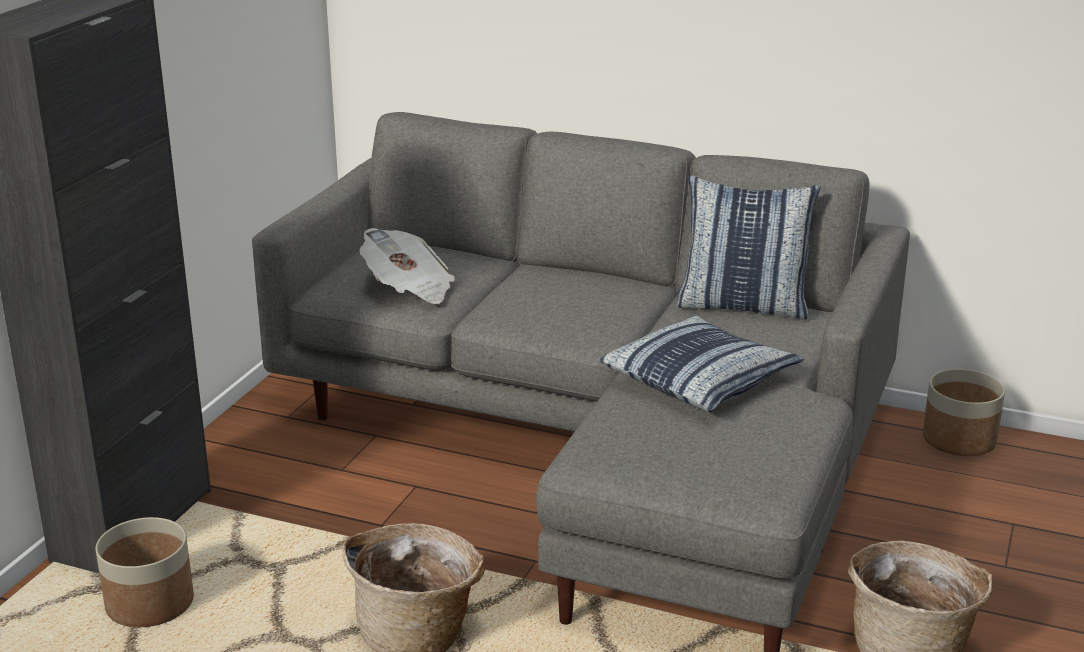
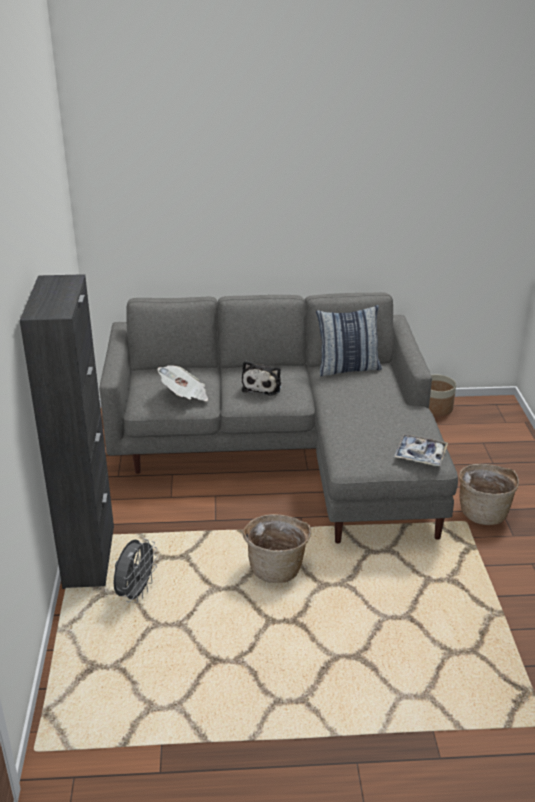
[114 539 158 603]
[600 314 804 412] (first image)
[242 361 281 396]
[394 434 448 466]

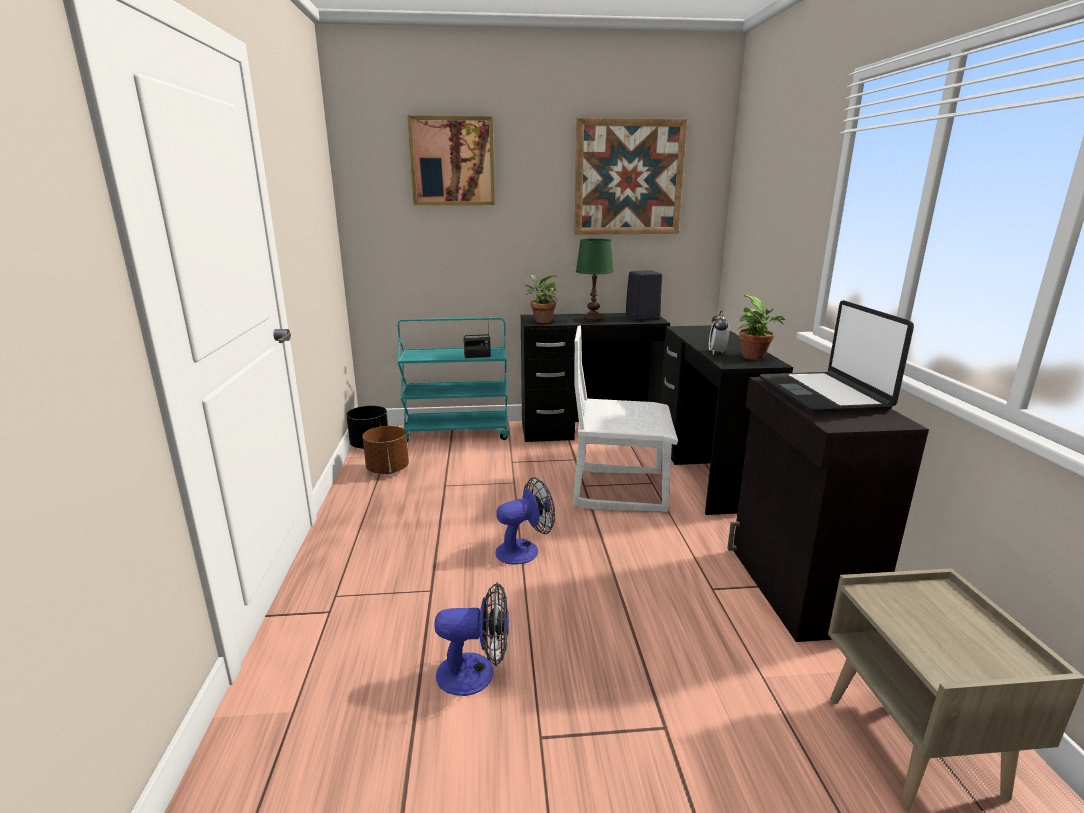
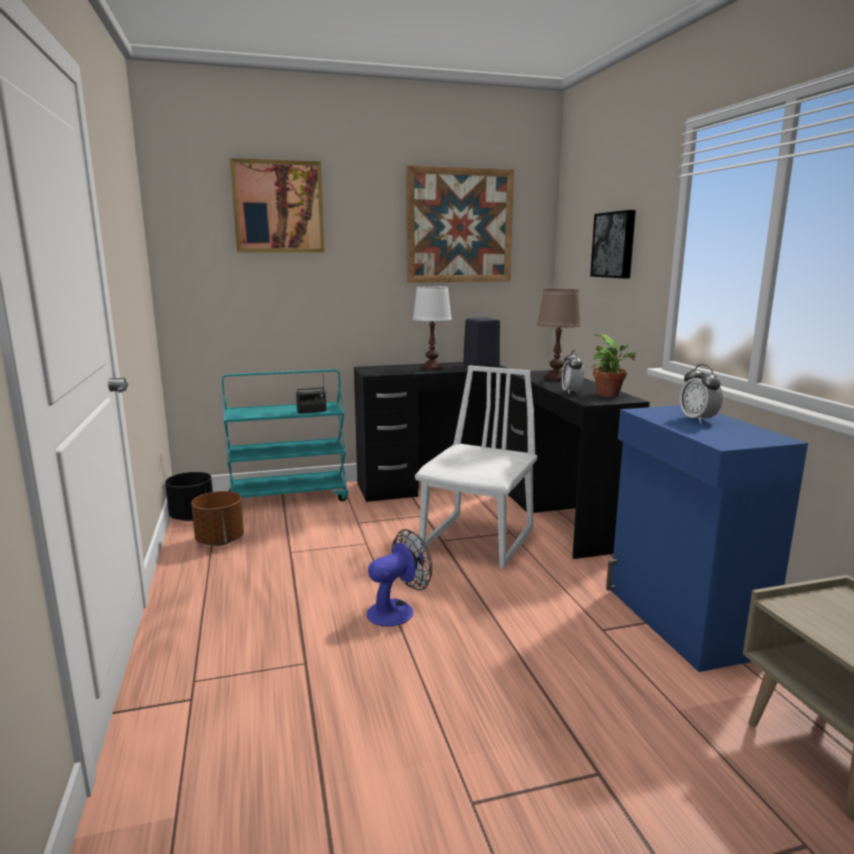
[434 582 509 696] (first image)
[525 274 559 323] (first image)
[415 365 537 569]
[413 286 452 370]
[606 405 808 672]
[680 364 723 423]
[537 289 581 381]
[590 210 636 278]

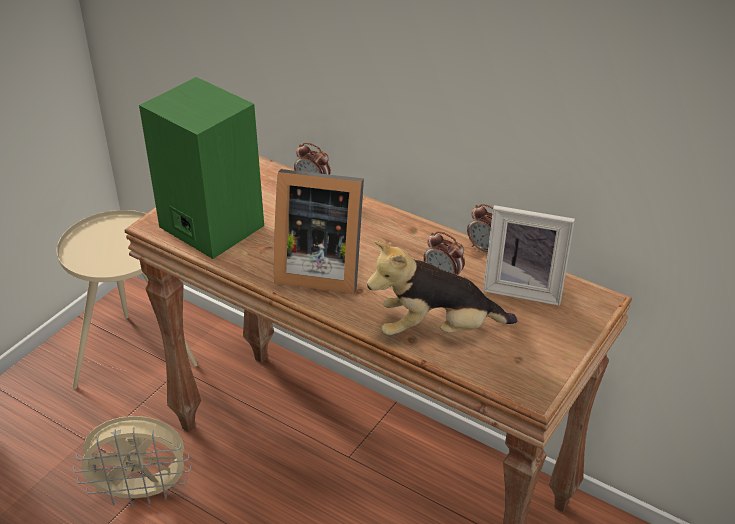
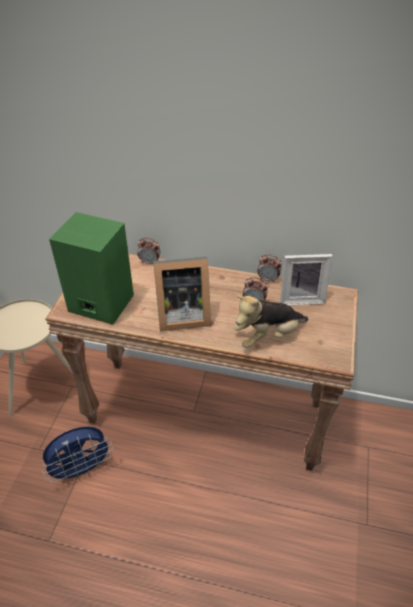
[42 427 113 484]

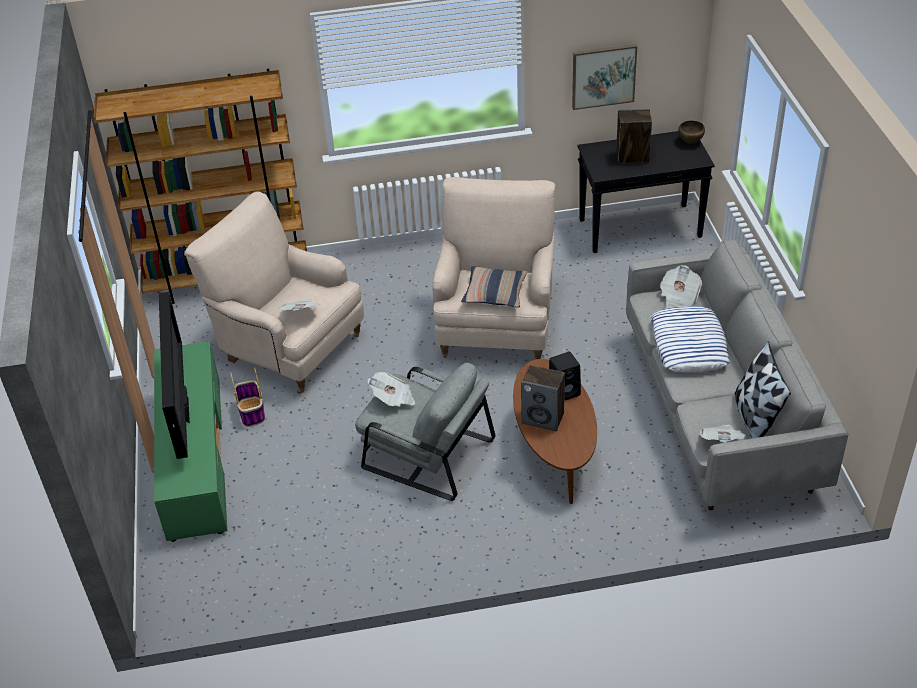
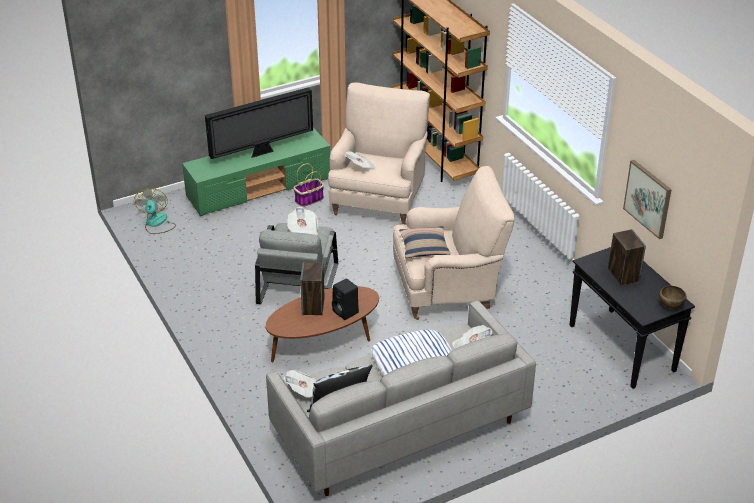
[134 188 176 234]

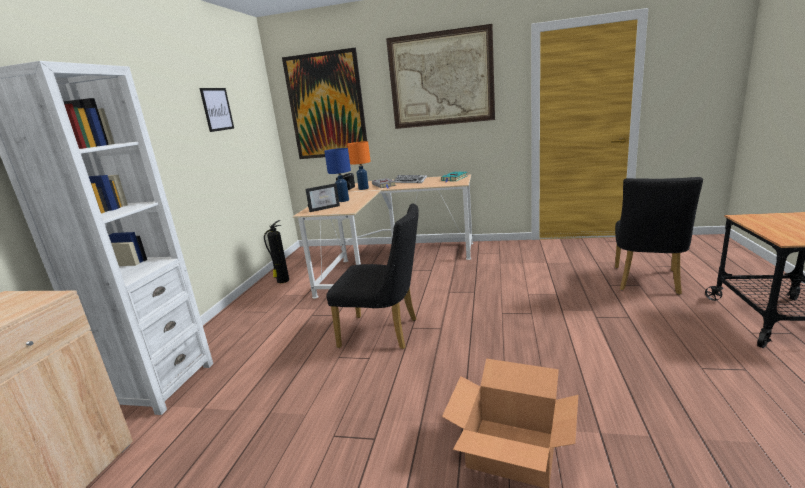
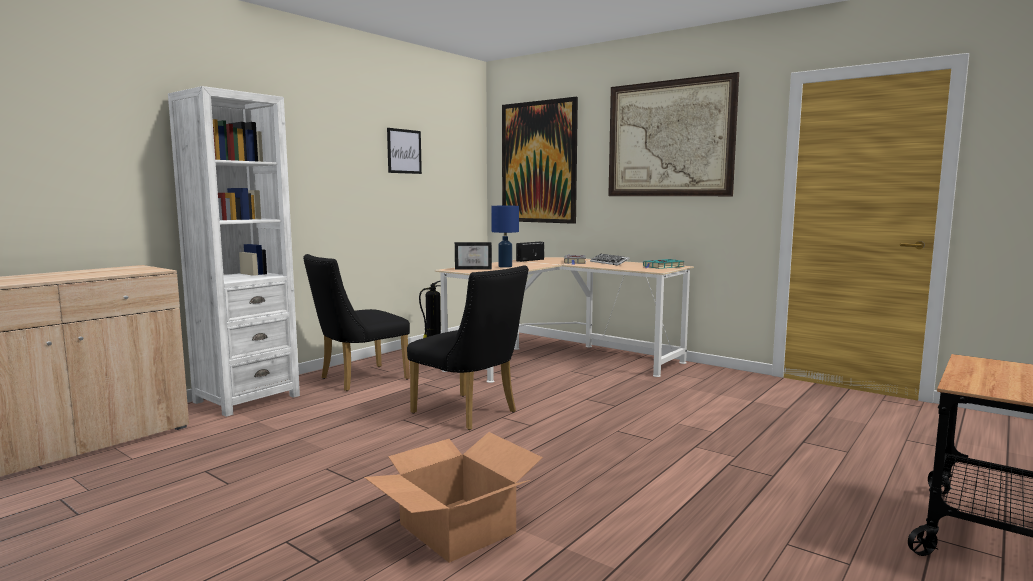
[347 141 371 190] (first image)
[303 254 410 391]

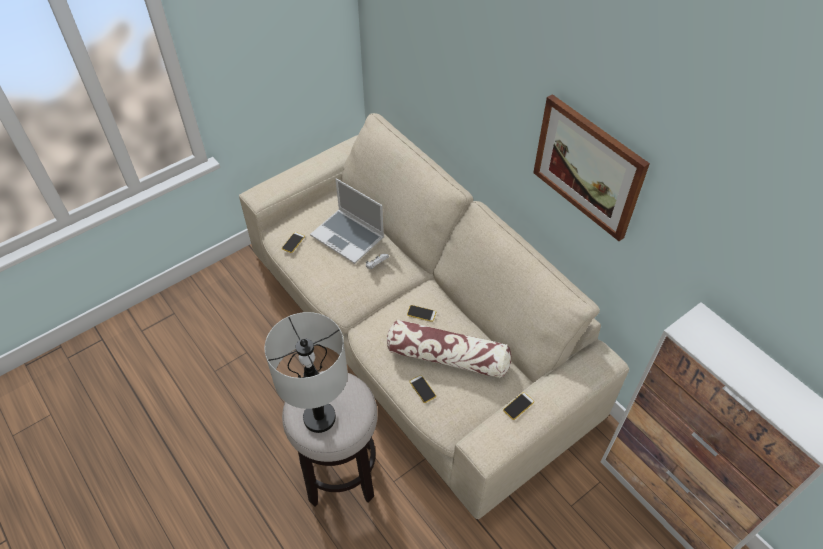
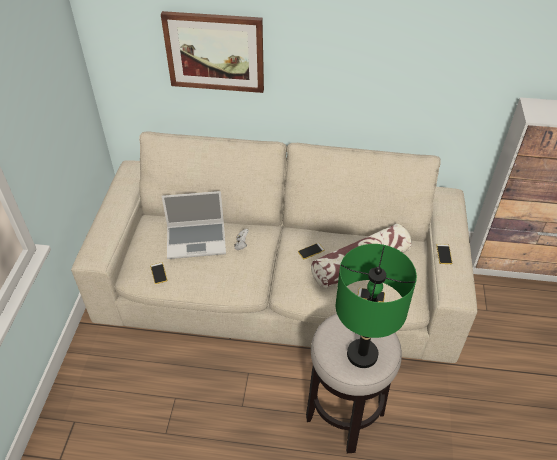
[336 244 417 368]
[161 11 264 93]

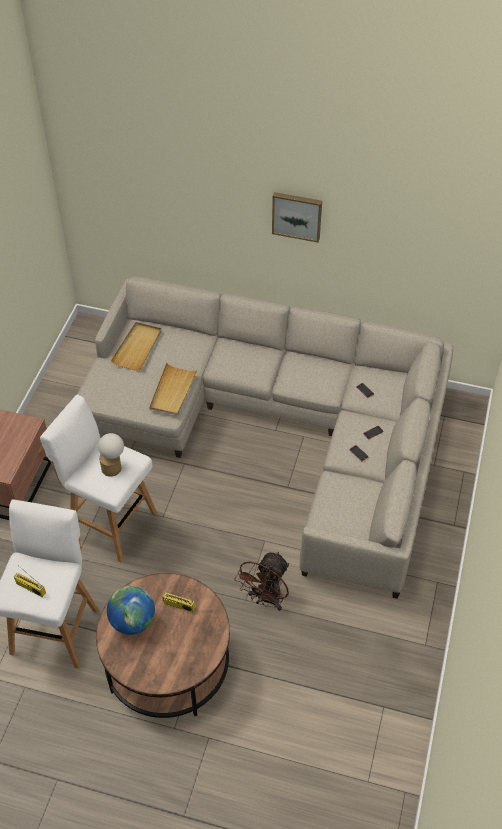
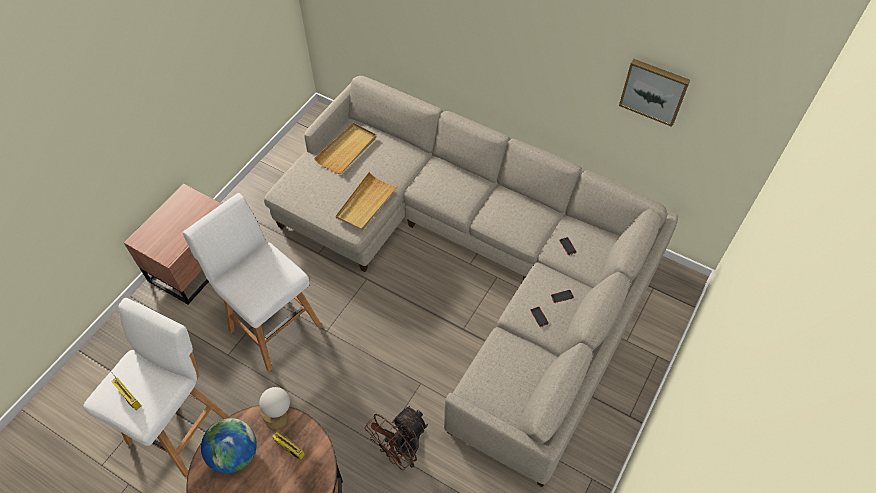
[259 387 290 431]
[619 59 690 127]

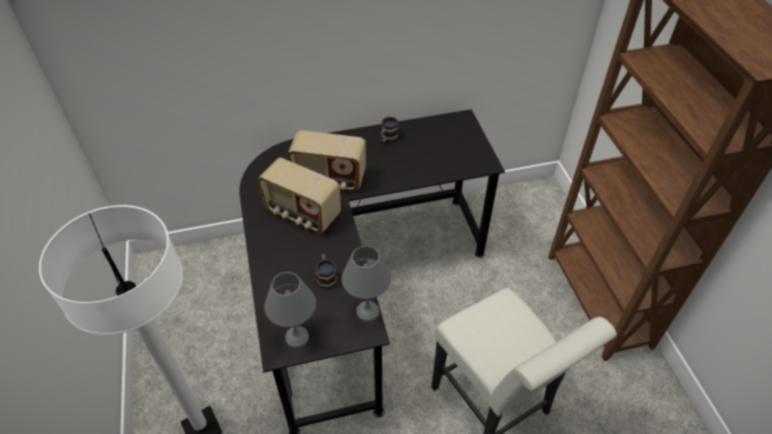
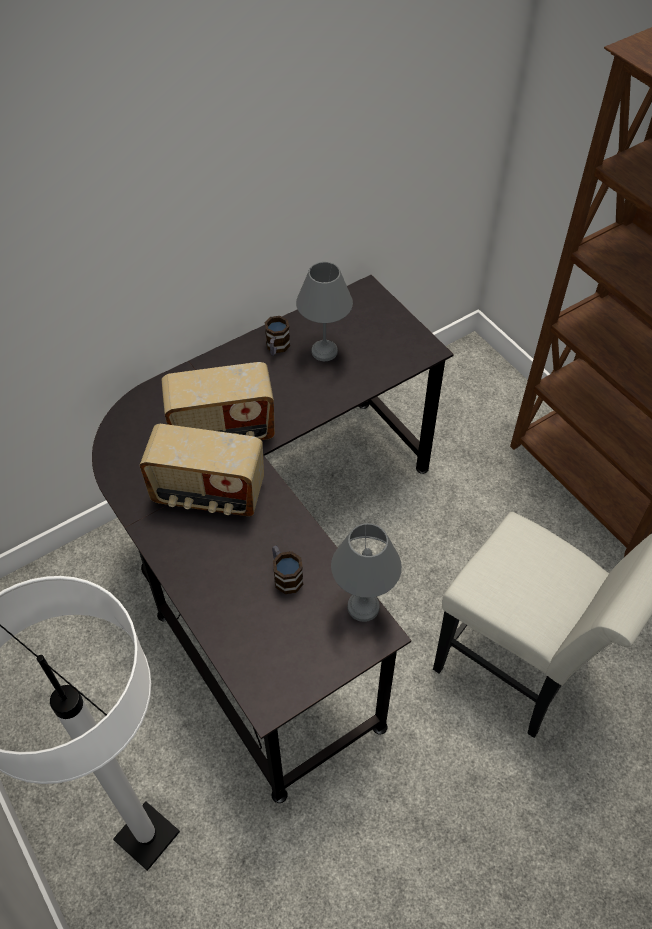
[296 262 353 361]

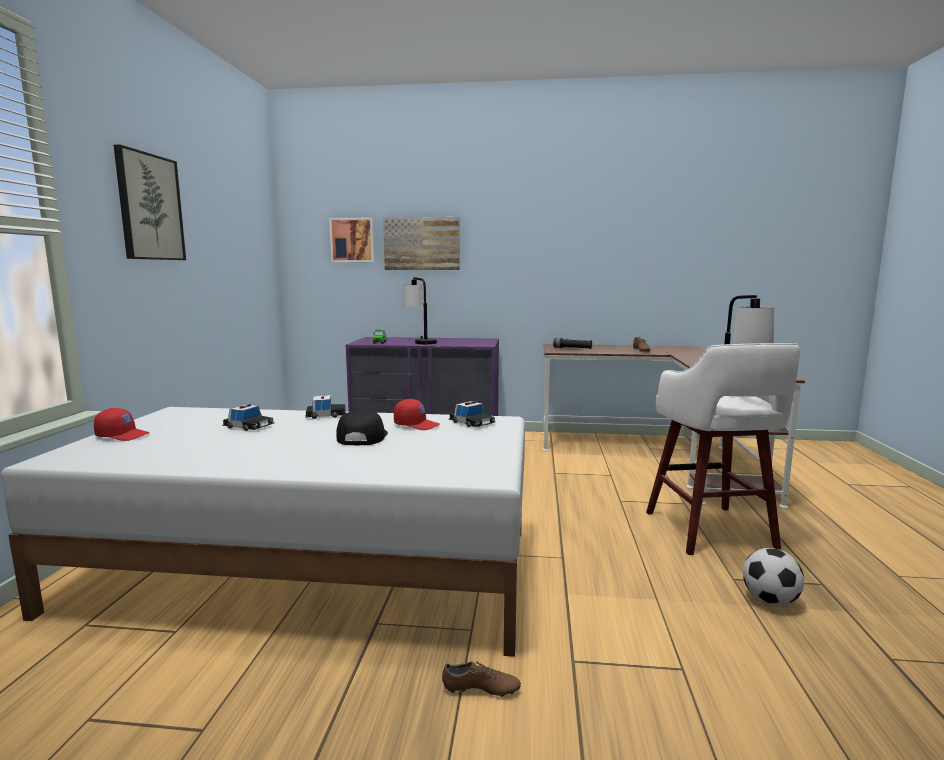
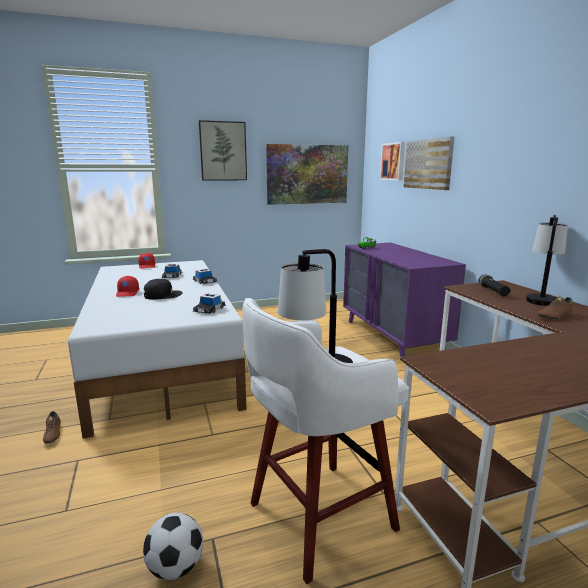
[116 276 139 297]
[526 215 568 306]
[266 144 348 205]

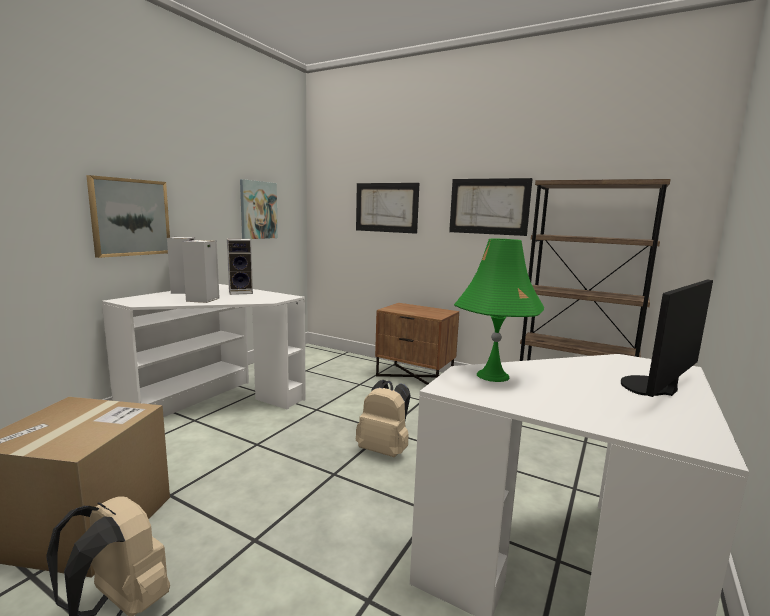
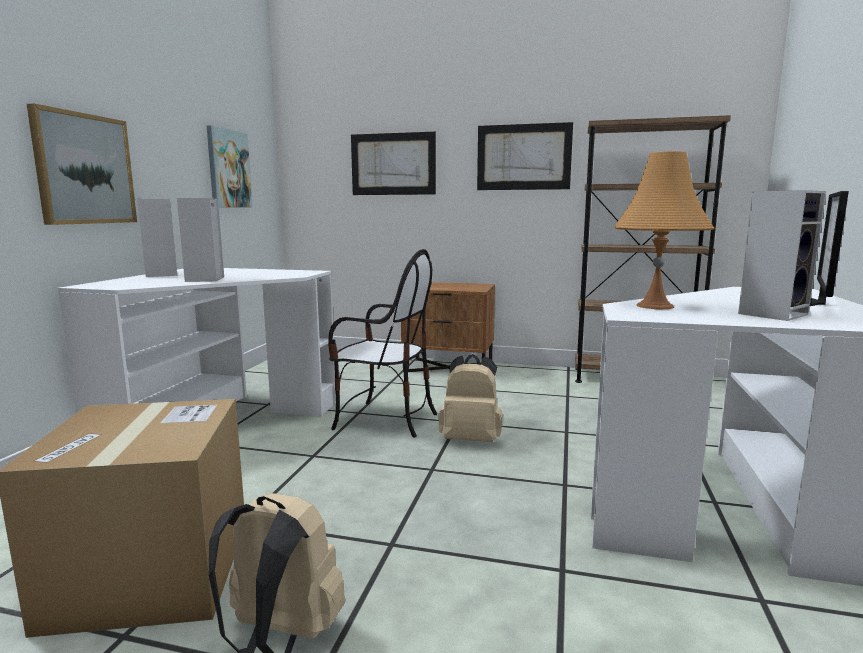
[738 190 826 321]
[615 151 714 309]
[328 249 437 438]

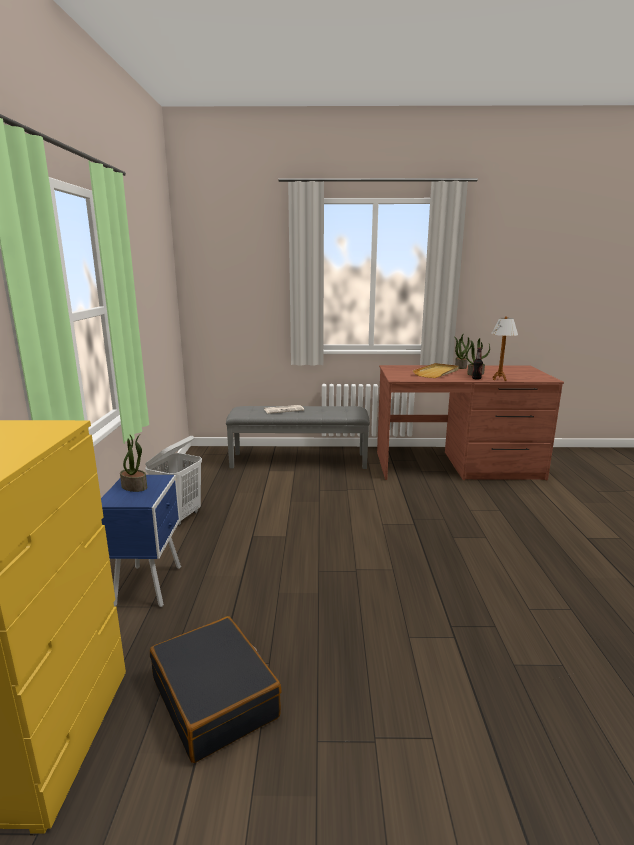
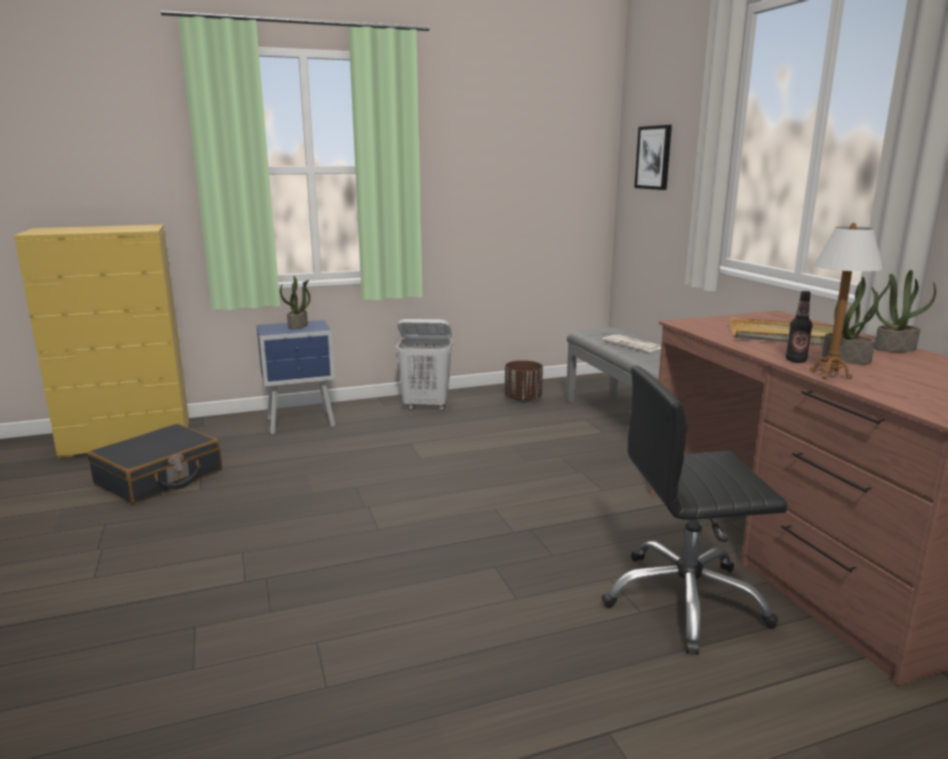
[505 360 543 402]
[602 366 788 655]
[634 125 672 190]

